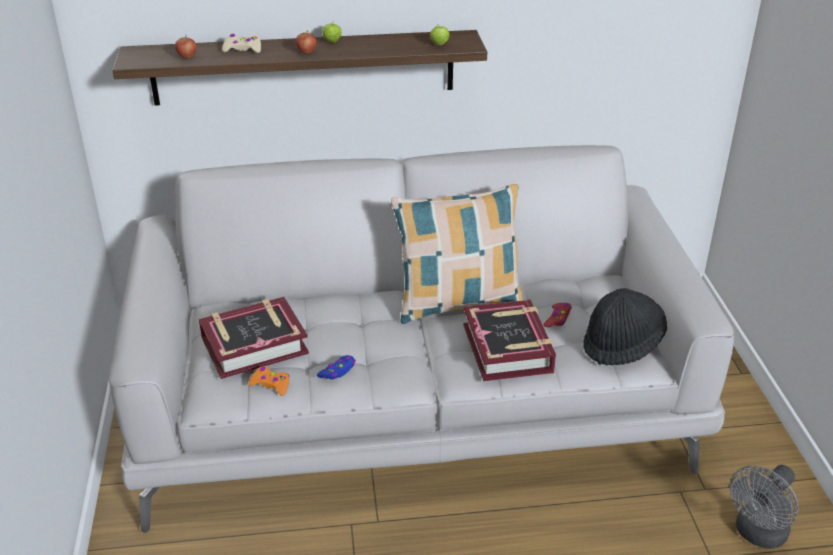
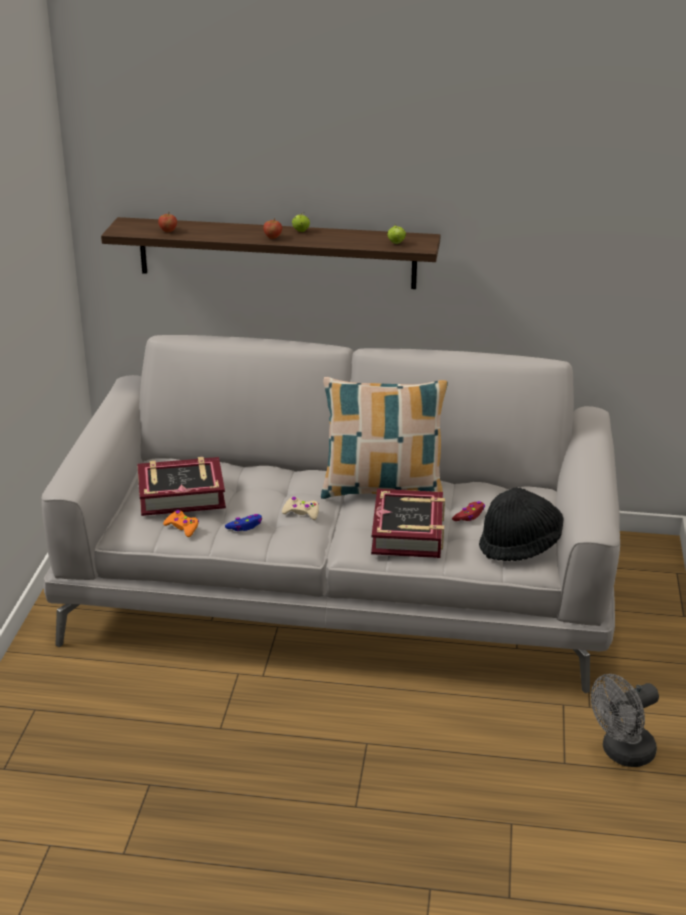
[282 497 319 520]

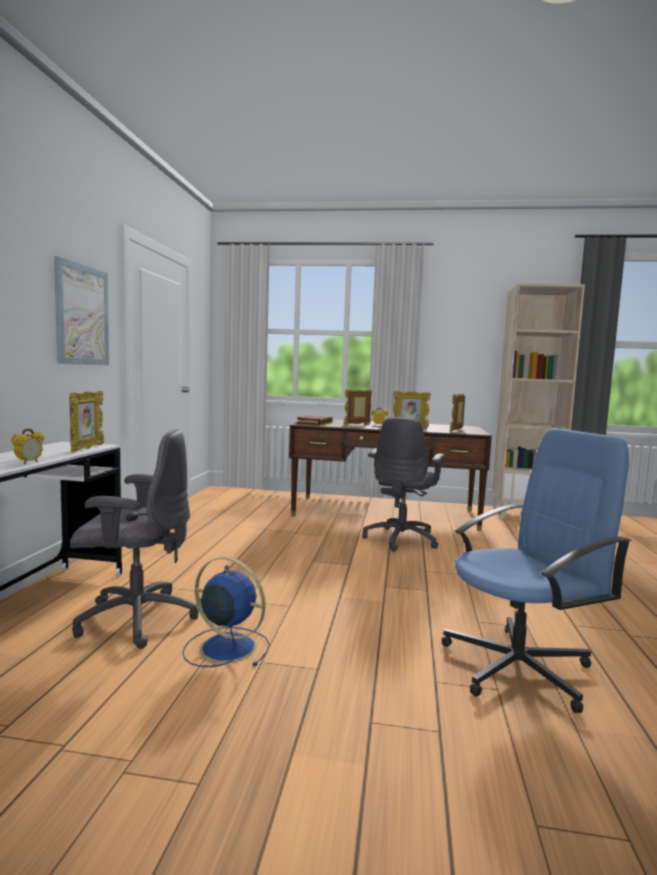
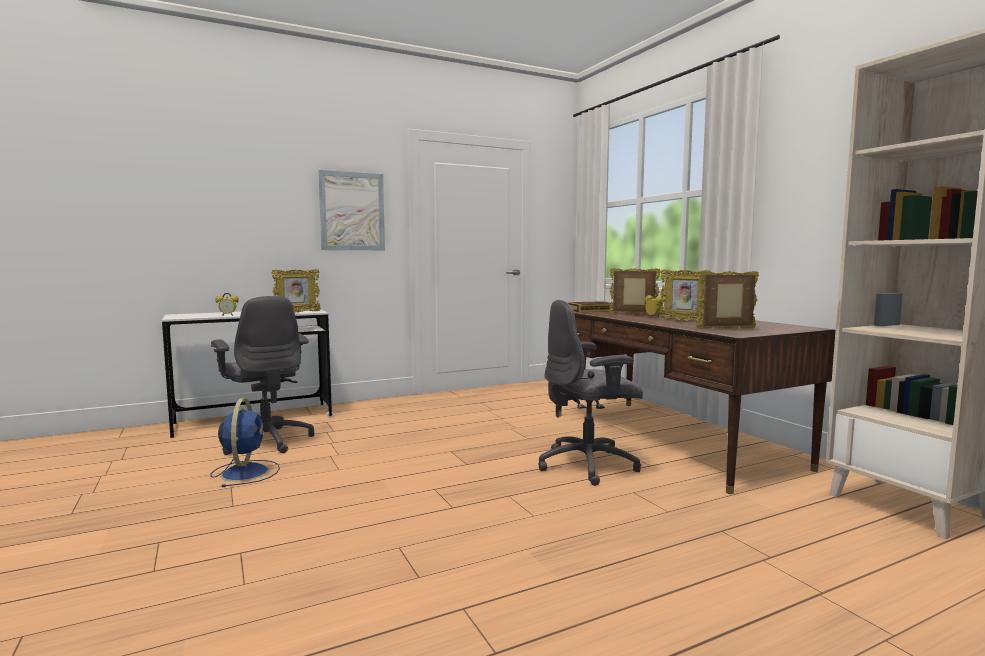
[442 428 632 713] (first image)

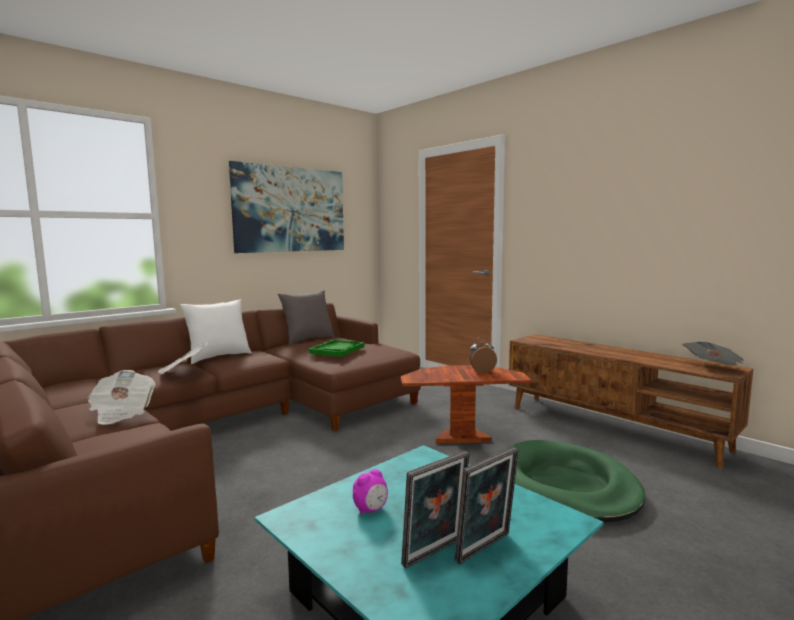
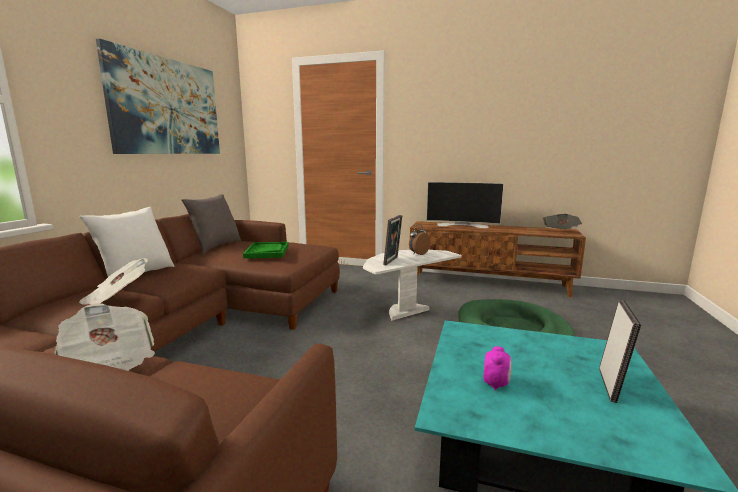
[363 250 462 321]
[383 215 402 265]
[427 182 504 228]

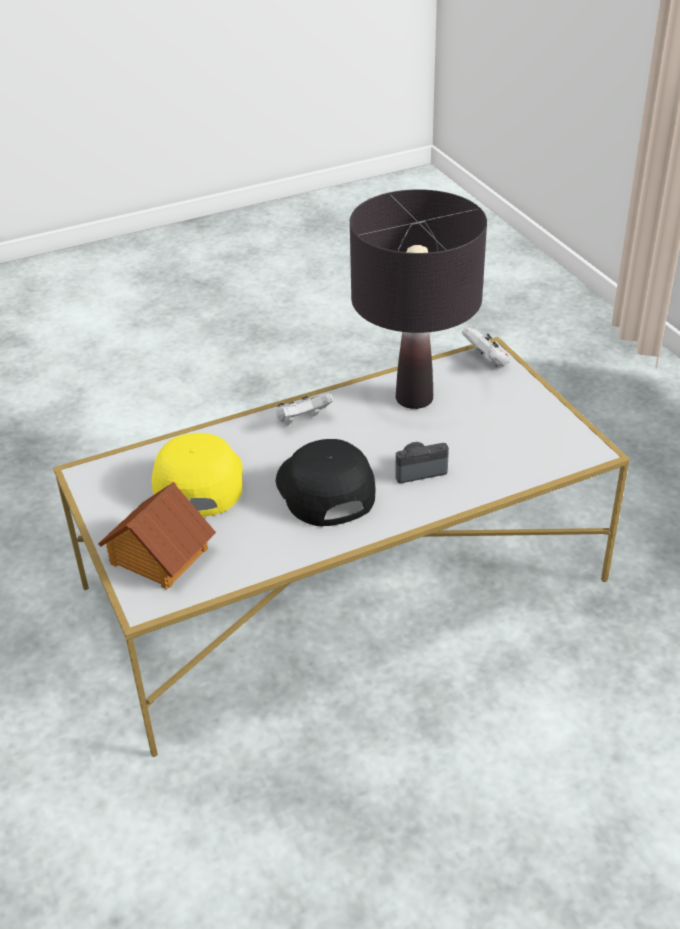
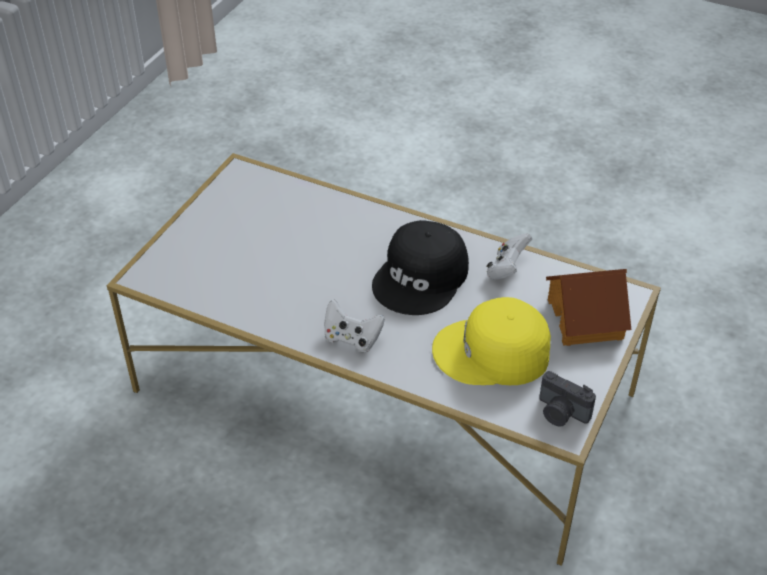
[432 297 551 385]
[350 189 487 409] (first image)
[539 371 596 427]
[486 233 532 280]

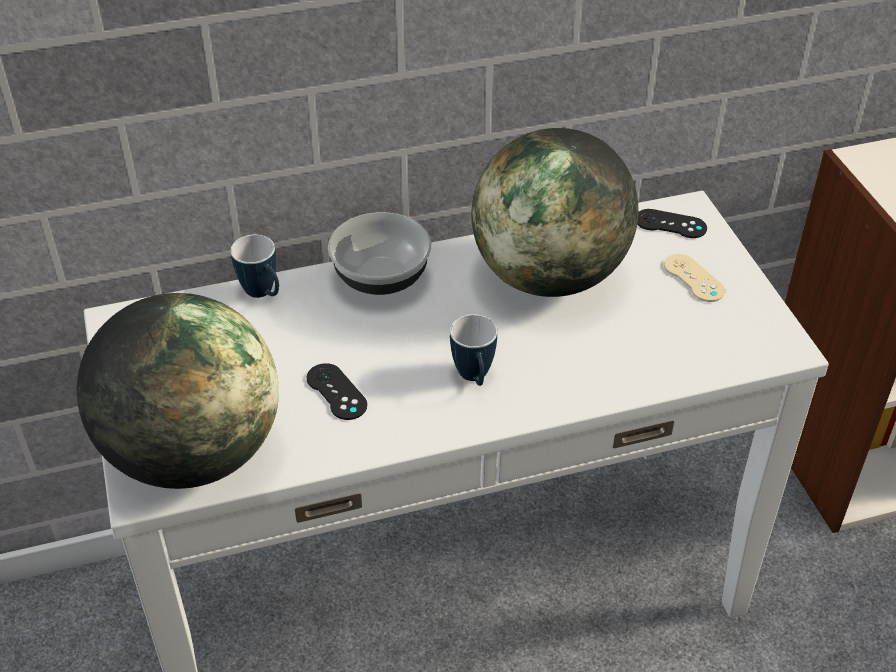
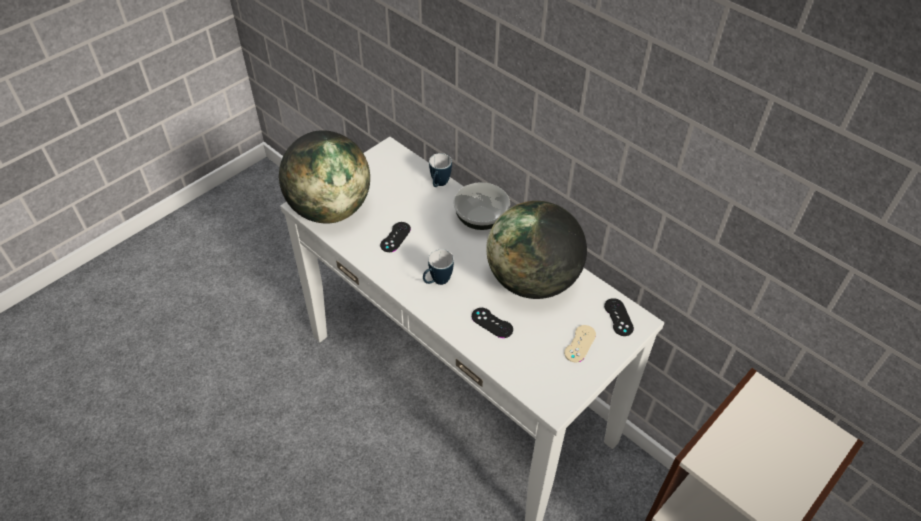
[472 308 513 338]

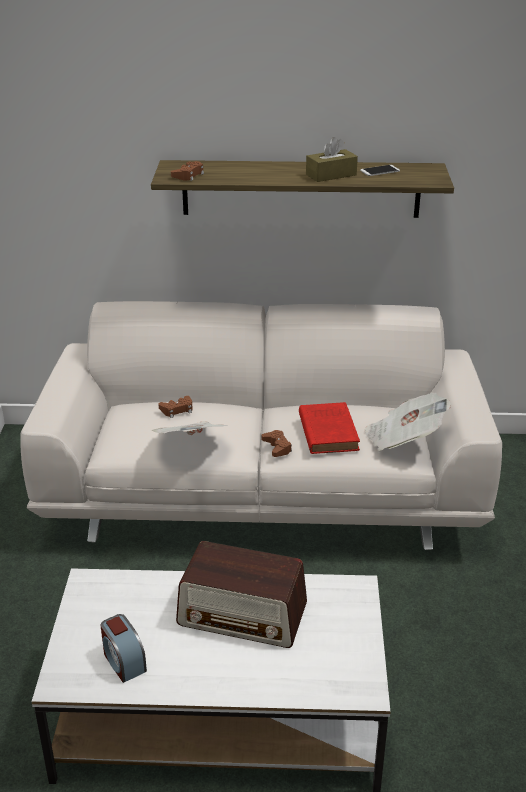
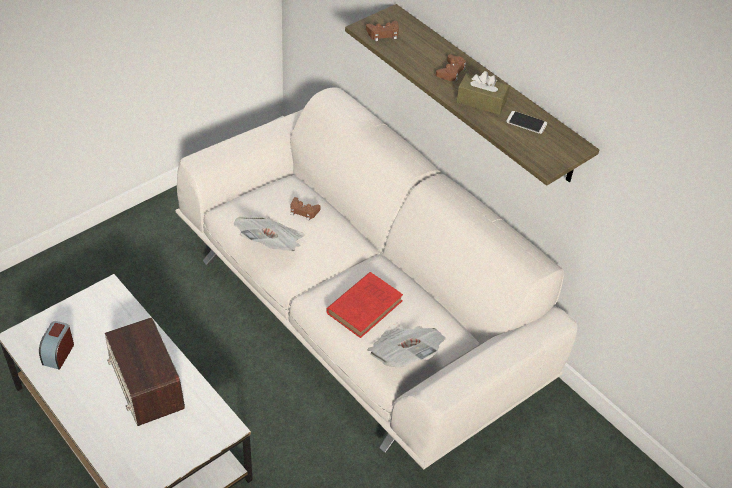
[436 54 466 81]

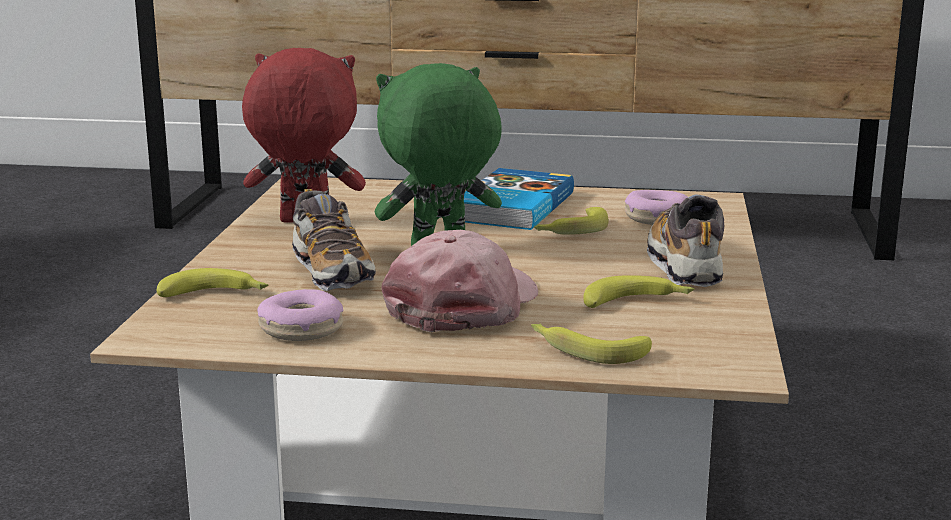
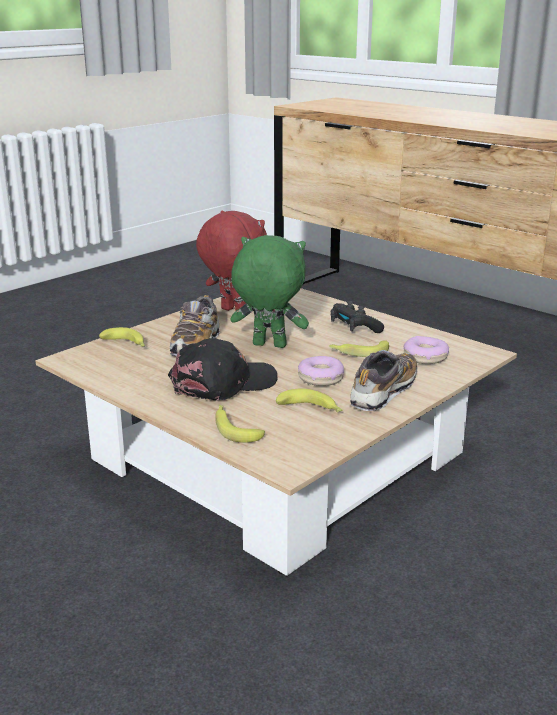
[298 356 344 386]
[168 338 278 400]
[331 301 384 333]

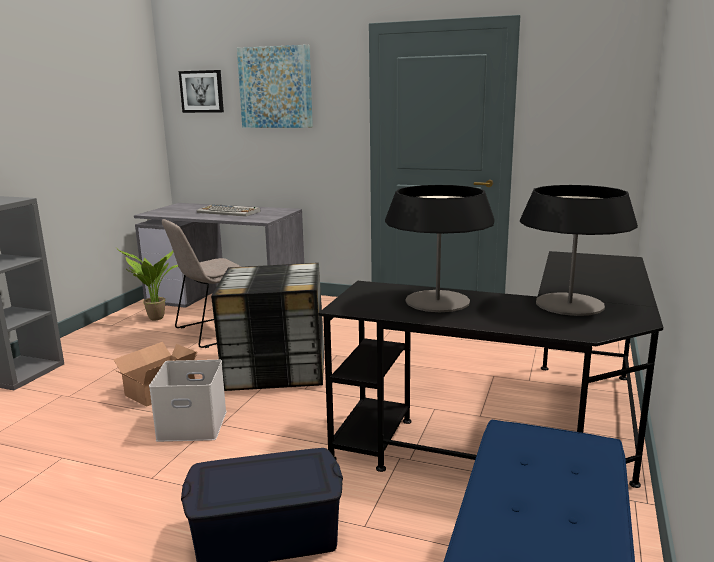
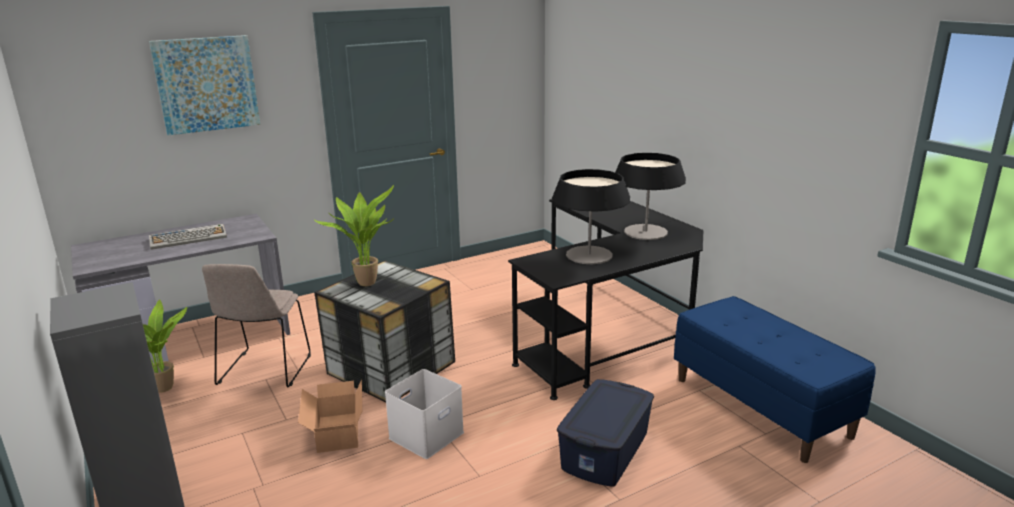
[179 70 224 113] (first image)
[314 185 394 286]

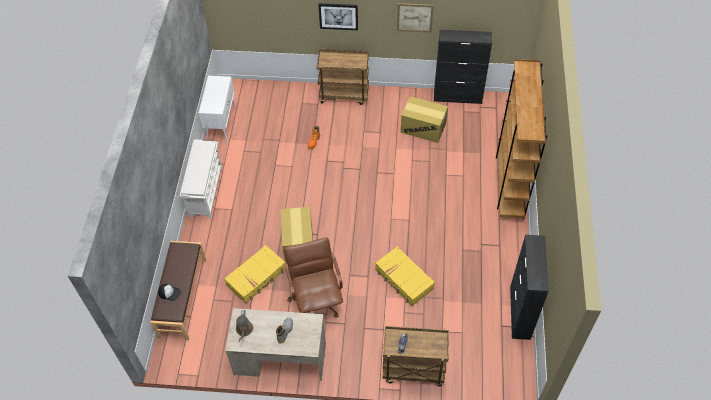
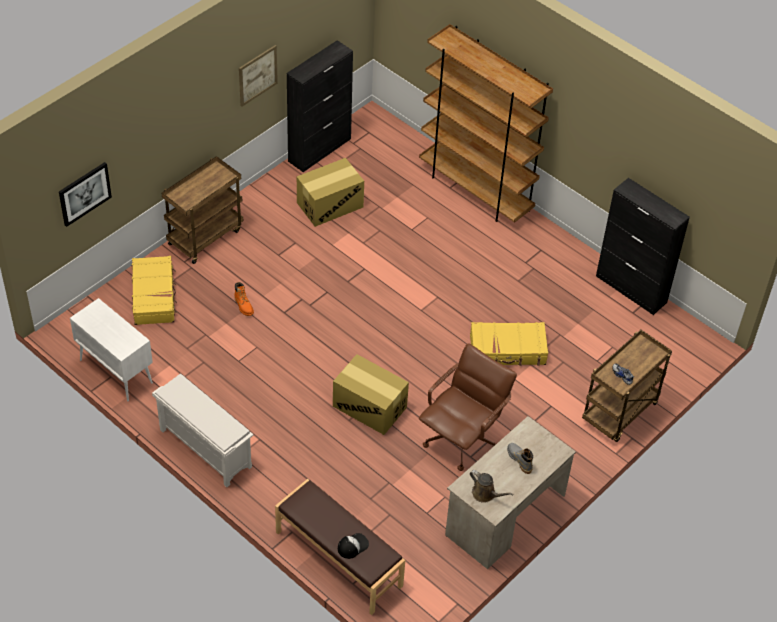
[131 256 178 325]
[419 343 517 471]
[59 162 112 227]

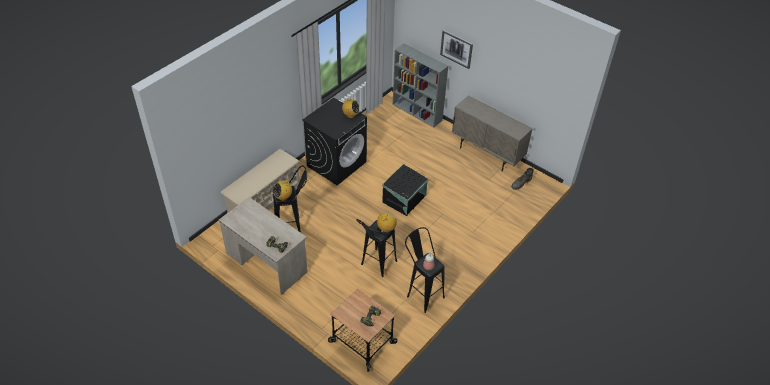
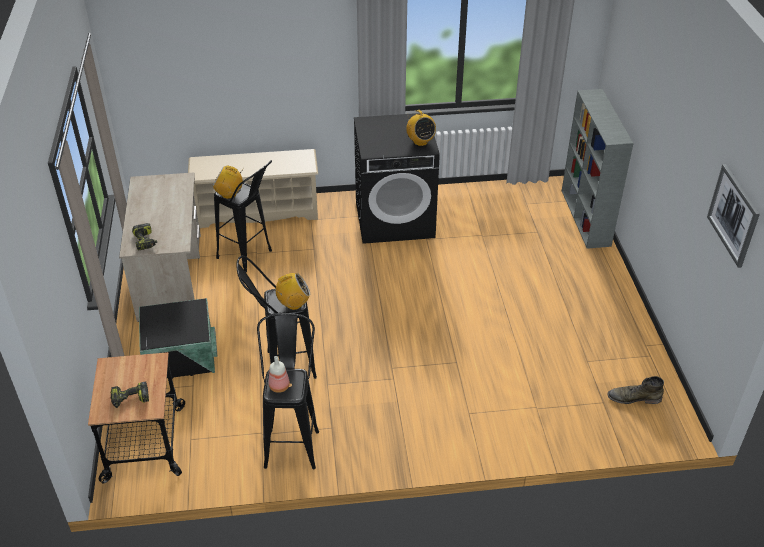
[139 298 217 379]
[707 164 760 268]
[452 95 533 171] (first image)

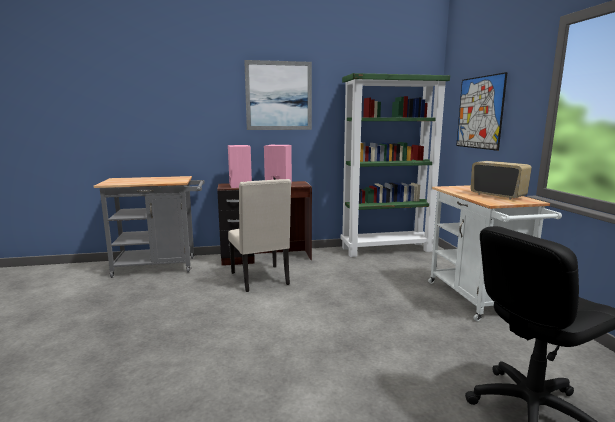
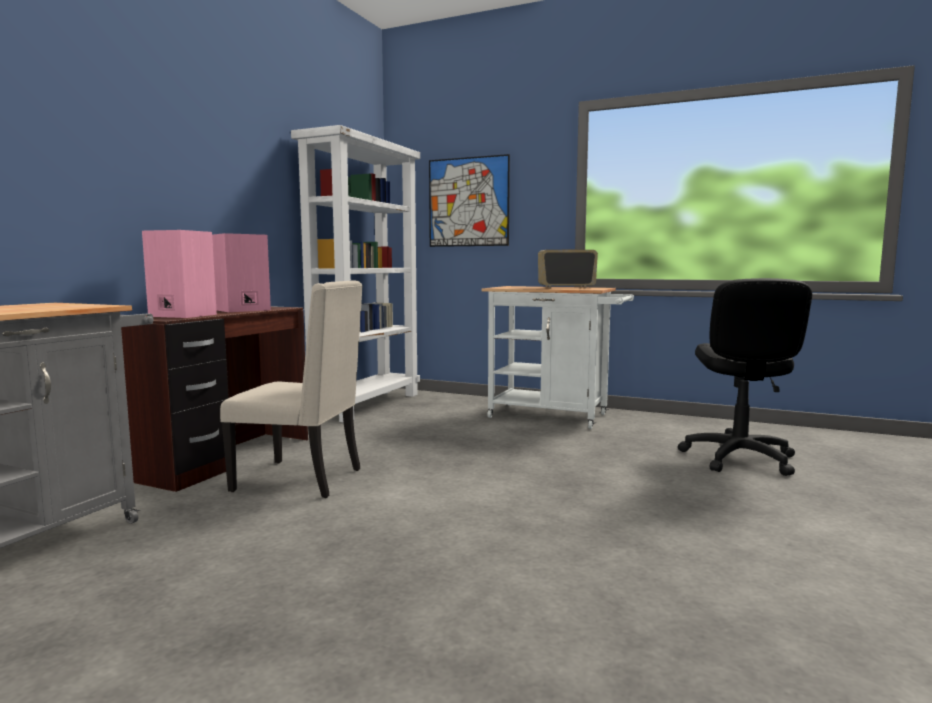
[244 60 312 130] (first image)
[291 125 420 422]

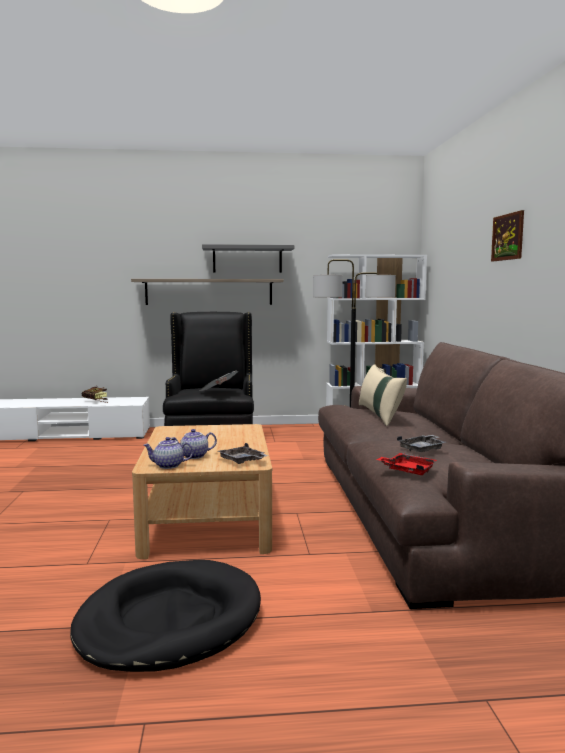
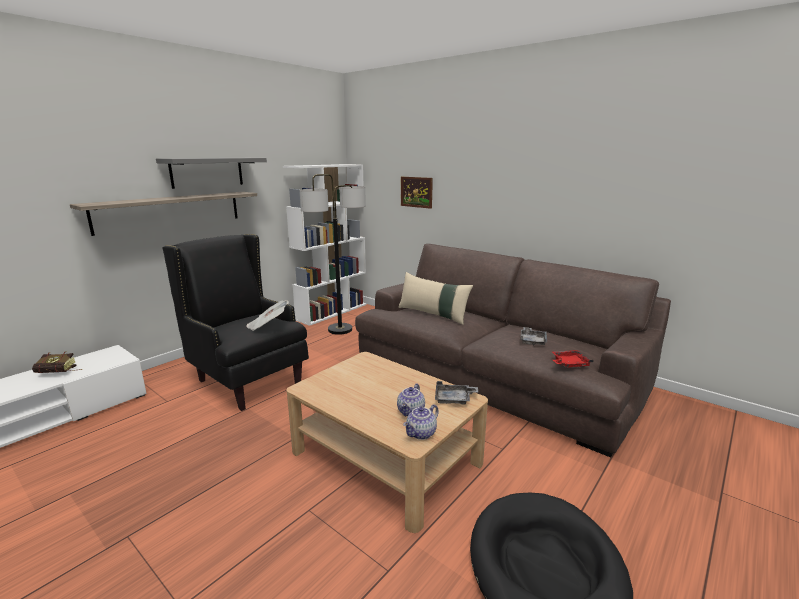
[401 177 433 209]

